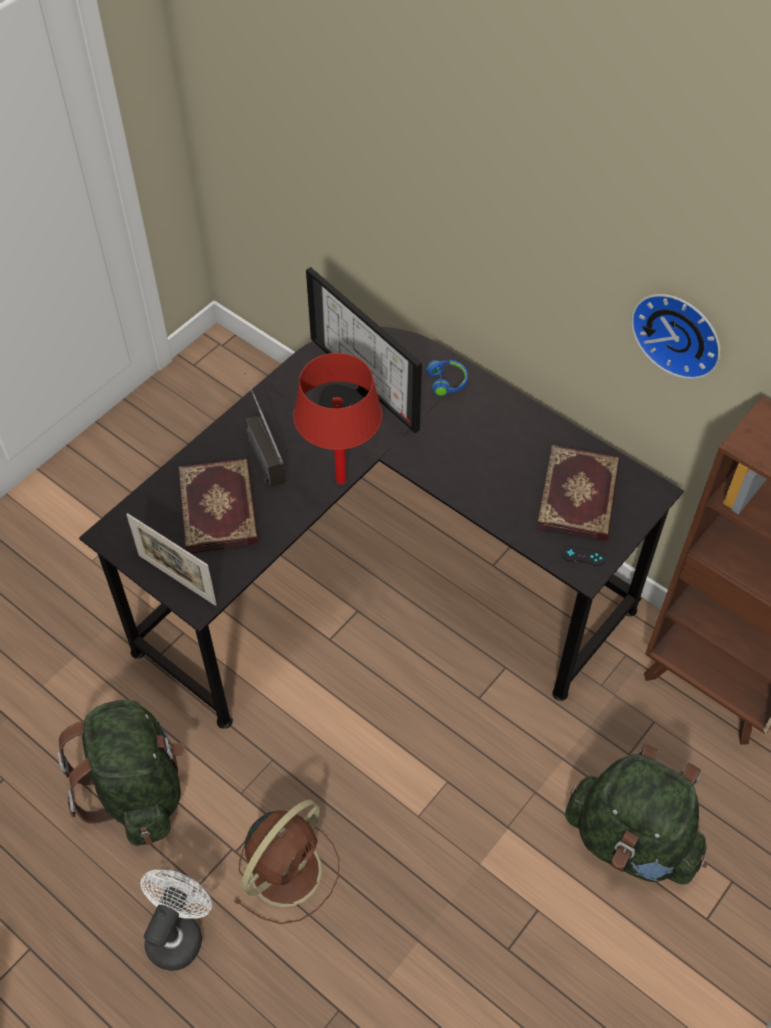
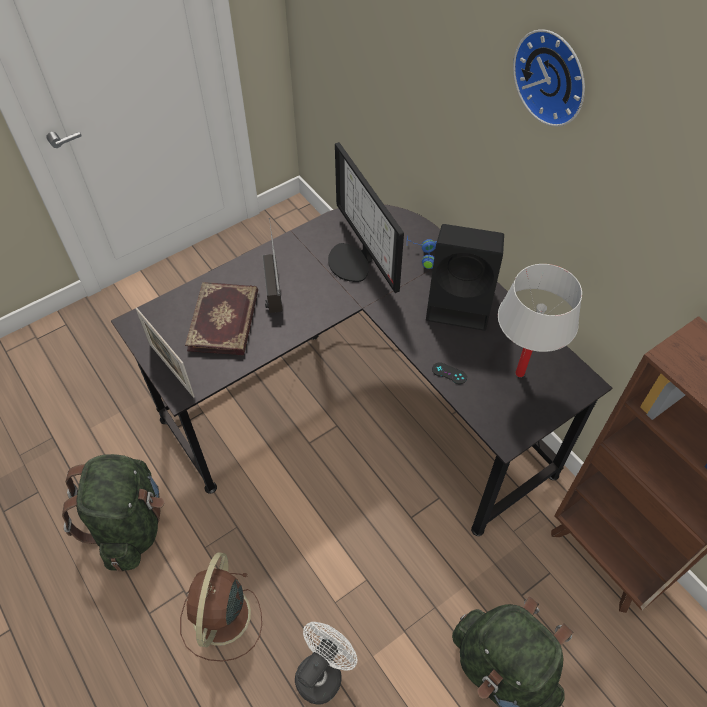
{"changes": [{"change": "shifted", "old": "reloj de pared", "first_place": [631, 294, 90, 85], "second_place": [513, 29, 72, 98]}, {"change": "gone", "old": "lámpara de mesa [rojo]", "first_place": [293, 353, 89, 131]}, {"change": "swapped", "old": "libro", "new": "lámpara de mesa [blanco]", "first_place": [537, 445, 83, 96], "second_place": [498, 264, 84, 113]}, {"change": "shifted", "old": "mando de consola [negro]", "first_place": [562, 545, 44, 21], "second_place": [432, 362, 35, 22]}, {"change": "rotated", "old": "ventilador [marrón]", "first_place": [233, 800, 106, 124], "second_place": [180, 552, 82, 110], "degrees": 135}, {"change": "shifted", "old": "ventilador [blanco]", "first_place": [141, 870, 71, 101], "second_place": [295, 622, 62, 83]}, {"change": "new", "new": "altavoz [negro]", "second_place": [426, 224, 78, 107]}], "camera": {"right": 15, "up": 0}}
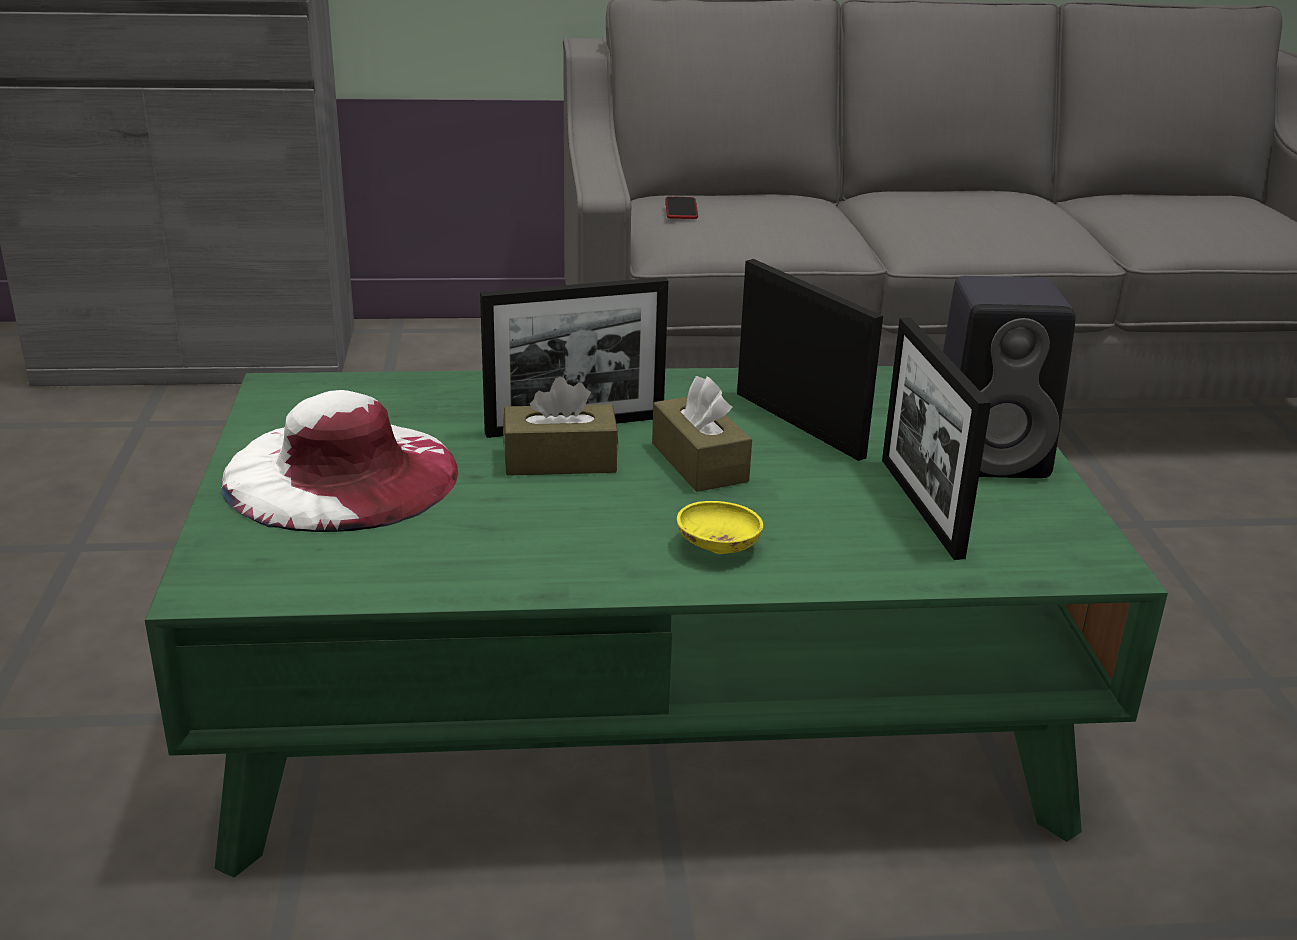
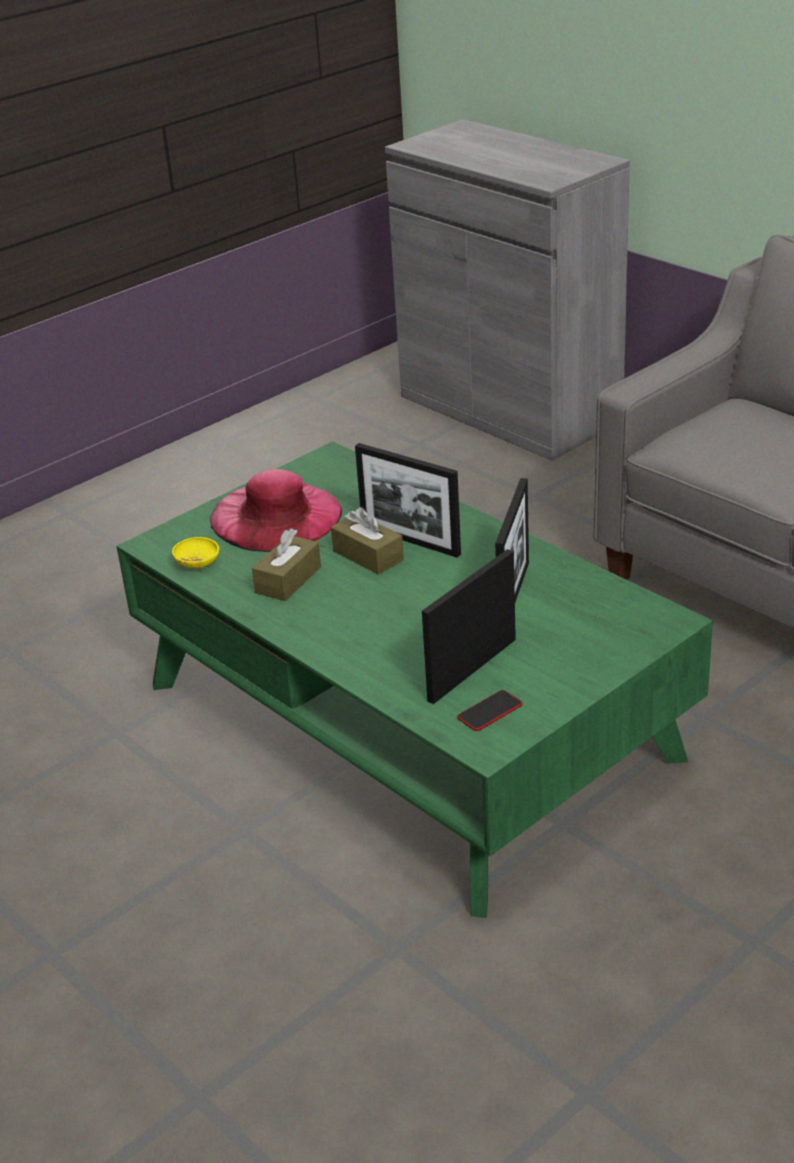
{"changes": [{"change": "shifted", "old": "móvil", "first_place": [665, 197, 33, 22], "second_place": [457, 690, 66, 41]}, {"change": "gone", "old": "altavoz [negro]", "first_place": [943, 276, 133, 202]}, {"change": "shifted", "old": "caja de pañuelos [marrón]", "first_place": [652, 376, 100, 116], "second_place": [252, 528, 69, 73]}, {"change": "repainted", "old": "sombrero [blanco]", "new": "sombrero [rosa]", "first_place": [221, 390, 237, 142], "second_place": [210, 469, 132, 83]}, {"change": "shifted", "old": "cuenco [amarillo]", "first_place": [677, 501, 86, 53], "second_place": [172, 537, 47, 31]}], "camera": {"right": 55, "up": 5}}
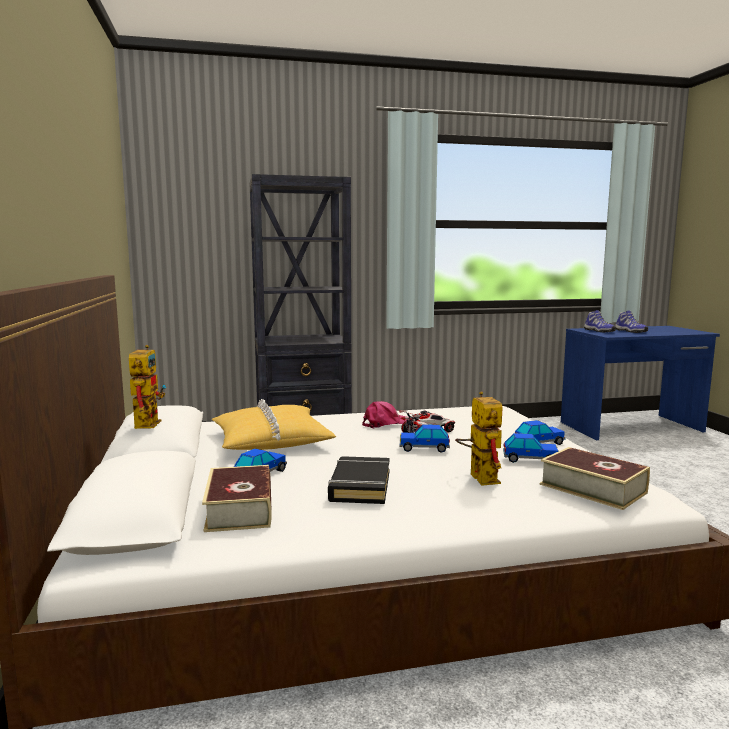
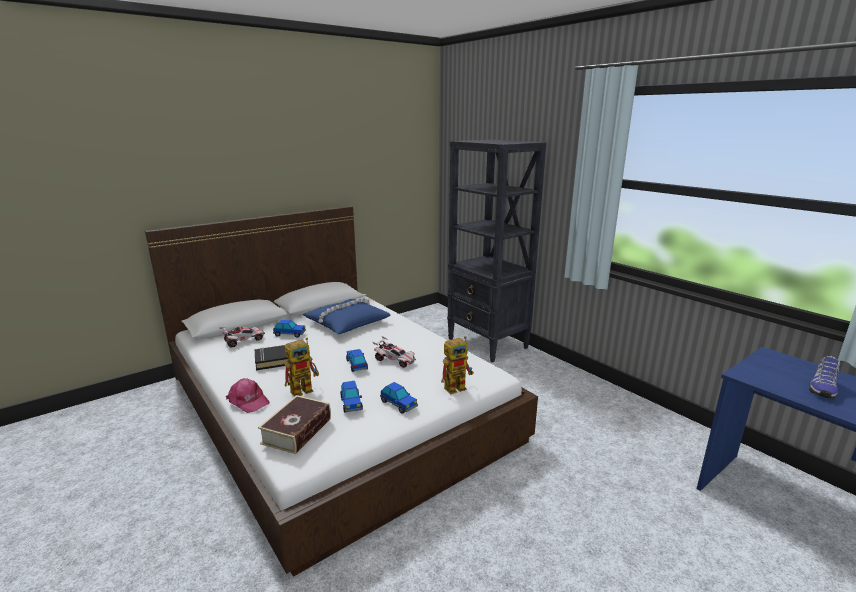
{"changes": [{"change": "gone", "old": "zapato", "first_place": [584, 310, 32, 23]}, {"change": "shifted", "old": "robot de juguete", "first_place": [129, 345, 37, 84], "second_place": [441, 336, 33, 58]}, {"change": "repainted", "old": "cojín [amarillo]", "new": "cojín [azul]", "first_place": [212, 399, 124, 51], "second_place": [303, 298, 88, 36]}, {"change": "shifted", "old": "gorra [rosa]", "first_place": [362, 401, 46, 27], "second_place": [226, 378, 44, 35]}, {"change": "swapped", "old": "libro", "new": "coche de juguete", "first_place": [202, 465, 70, 67], "second_place": [219, 327, 46, 21]}], "camera": {"right": 65, "up": 10}}
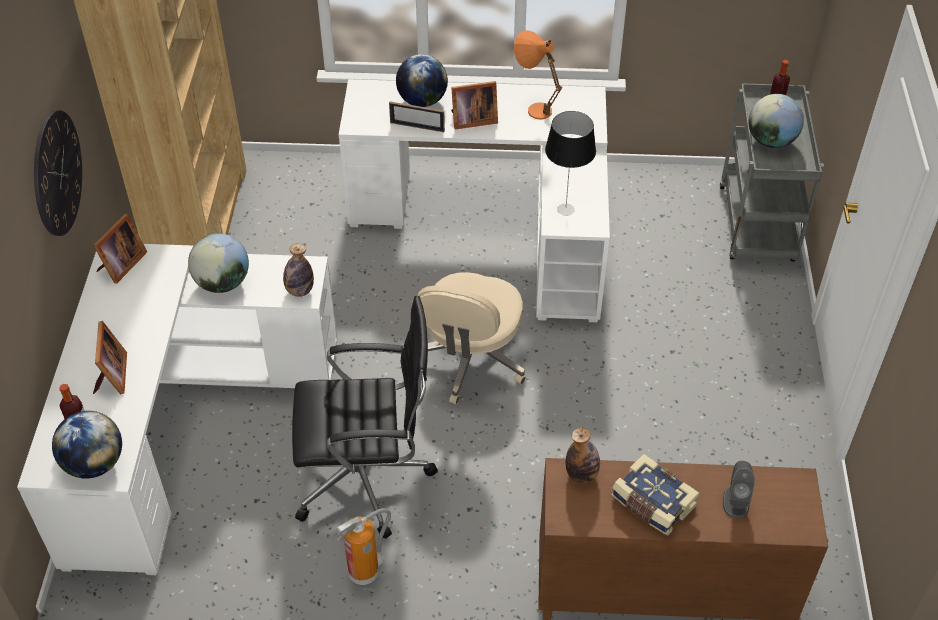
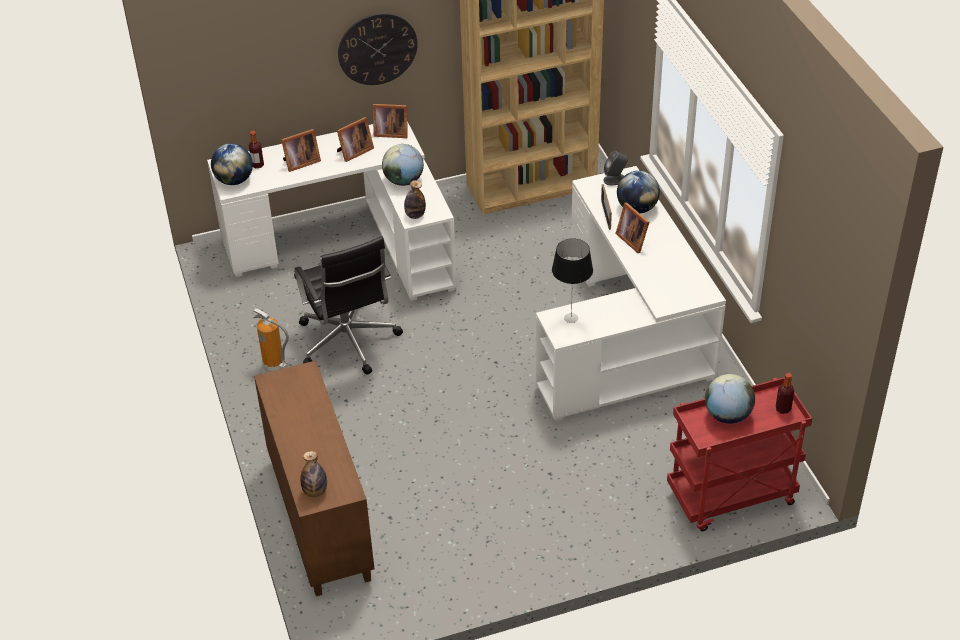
{"changes": [{"change": "gone", "old": "lámpara de mesa [naranja]", "first_place": [514, 30, 48, 90]}, {"change": "repainted", "old": "carrito [gris]", "new": "carrito [rojo]", "first_place": [720, 83, 104, 178], "second_place": [667, 377, 145, 154]}, {"change": "gone", "old": "silla de oficina [beis]", "first_place": [417, 272, 109, 132]}, {"change": "shifted", "old": "botella", "first_place": [566, 427, 34, 57], "second_place": [300, 451, 27, 46]}, {"change": "gone", "old": "libro", "first_place": [611, 454, 88, 82]}, {"change": "shifted", "old": "altavoz [gris]", "first_place": [723, 461, 32, 58], "second_place": [603, 151, 25, 34]}, {"change": "new", "new": "portarretratos", "second_place": [337, 117, 37, 45]}], "camera": {"right": 70, "up": -5}}
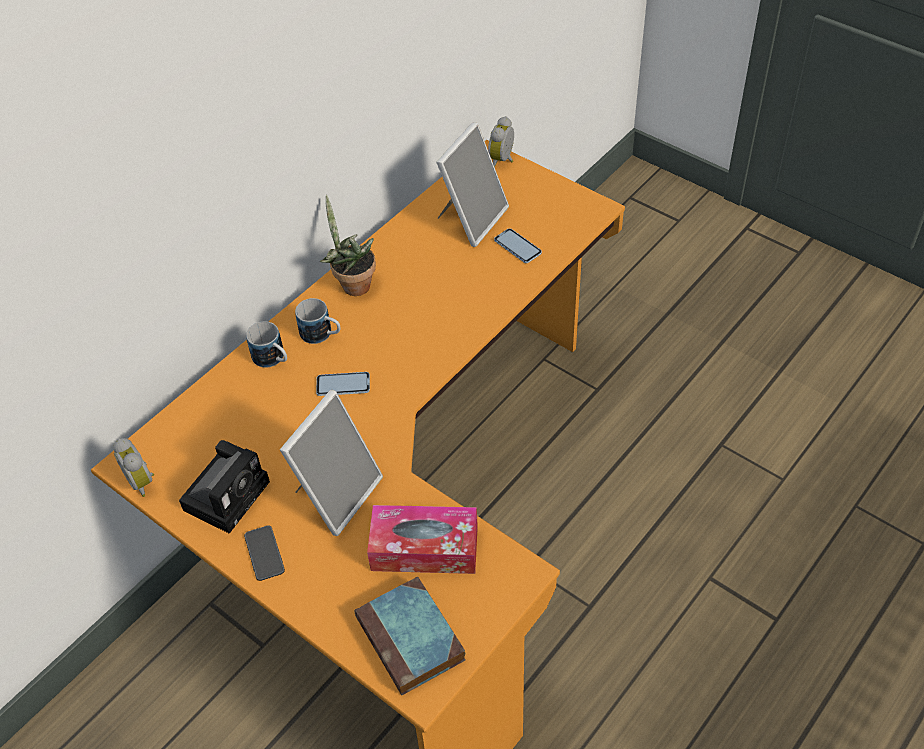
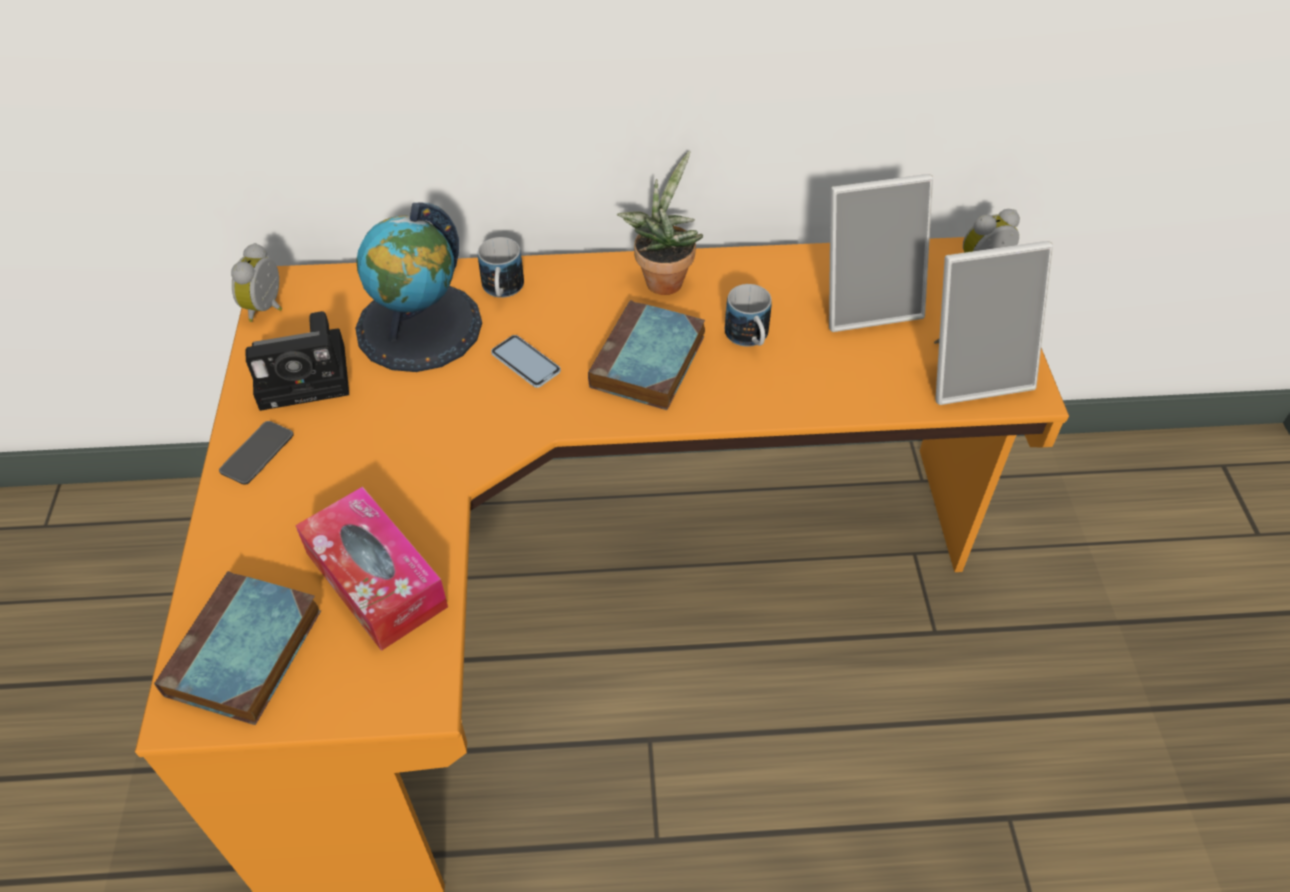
{"changes": [{"change": "gone", "old": "móvil", "first_place": [494, 228, 48, 35]}, {"change": "shifted", "old": "taza grande", "first_place": [295, 298, 45, 46], "second_place": [725, 284, 47, 63]}, {"change": "shifted", "old": "portarretratos", "first_place": [280, 390, 103, 146], "second_place": [934, 241, 119, 164]}, {"change": "new", "new": "globo terráqueo", "second_place": [355, 203, 127, 169]}, {"change": "new", "new": "libro", "second_place": [588, 300, 117, 110]}], "camera": {"right": 45, "up": 0}}
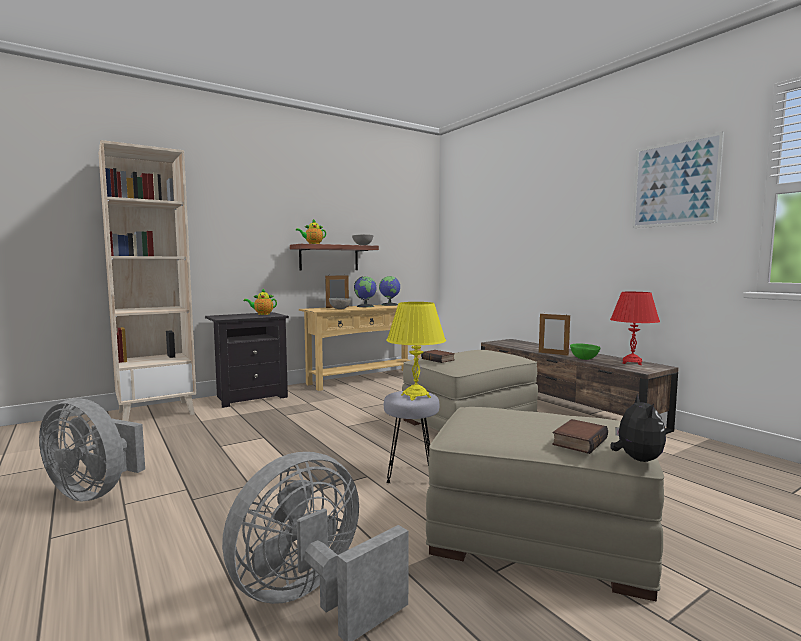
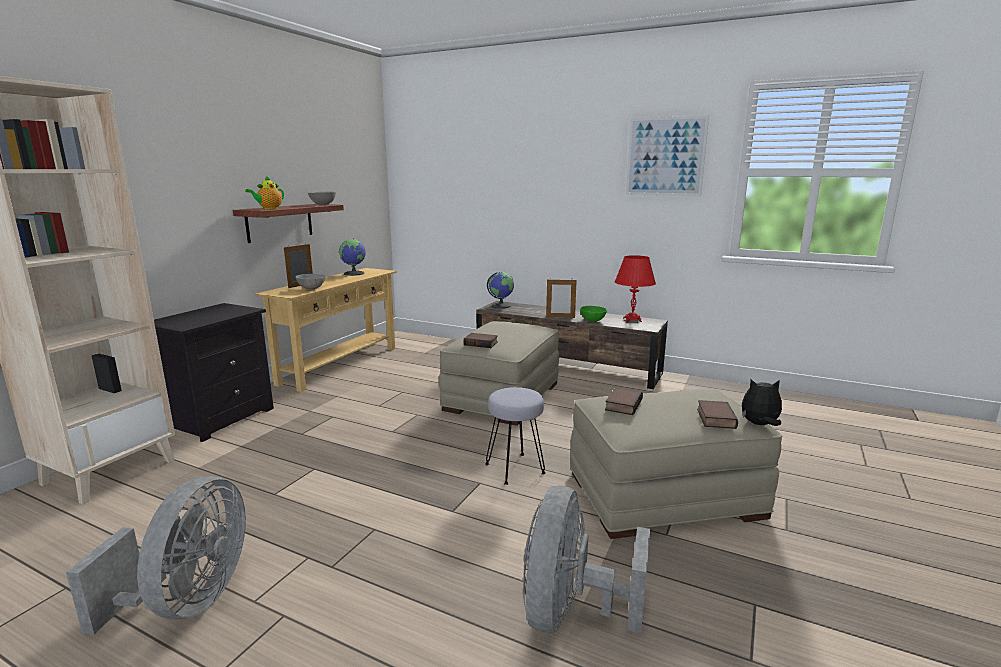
{"changes": [{"change": "shifted", "old": "globo terráqueo", "first_place": [354, 276, 23, 31], "second_place": [487, 272, 27, 36]}, {"change": "gone", "old": "tetera", "first_place": [244, 289, 33, 26]}, {"change": "gone", "old": "lámpara de mesa [amarillo]", "first_place": [387, 302, 59, 98]}, {"change": "rotated", "old": "peluche", "first_place": [611, 394, 55, 68], "second_place": [742, 380, 40, 46], "degrees": -60}, {"change": "rotated", "old": "ventilador [gris]", "first_place": [39, 398, 106, 104], "second_place": [66, 476, 180, 159], "degrees": -75}, {"change": "new", "new": "libro", "second_place": [605, 387, 38, 28]}], "camera": {"right": -30, "up": 10}}
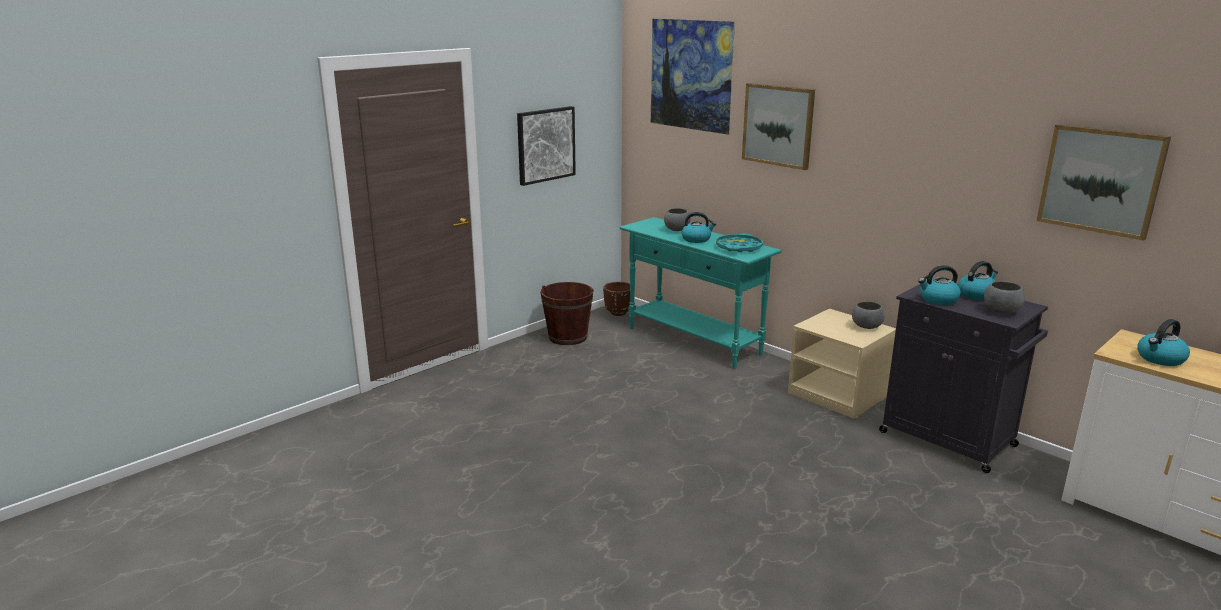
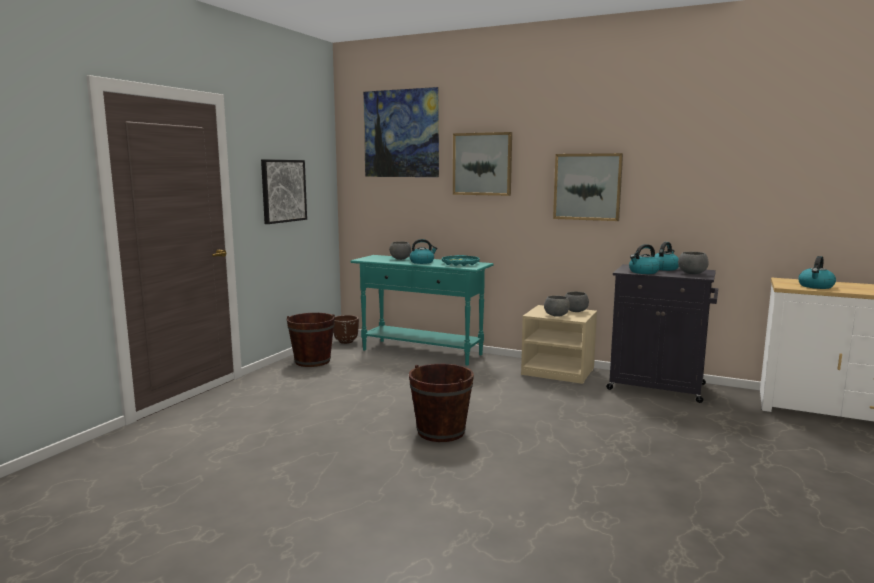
{"changes": [{"change": "shifted", "old": "cuadro", "first_place": [1036, 124, 135, 117], "second_place": [553, 153, 70, 68]}, {"change": "new", "new": "cuenco [gris]", "second_place": [544, 296, 26, 21]}, {"change": "new", "new": "cubo [marrón]", "second_place": [409, 364, 65, 78]}], "camera": {"right": -20, "up": -10}}
